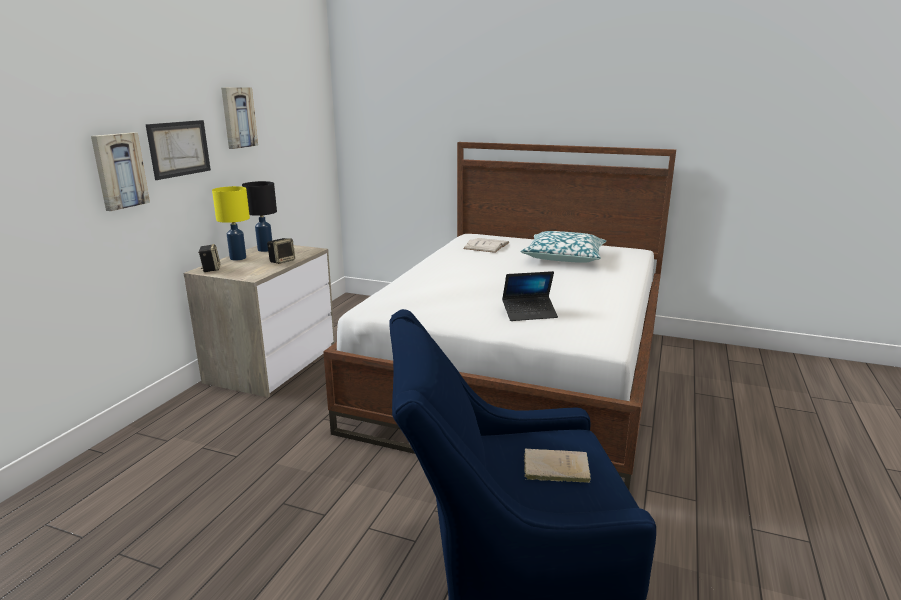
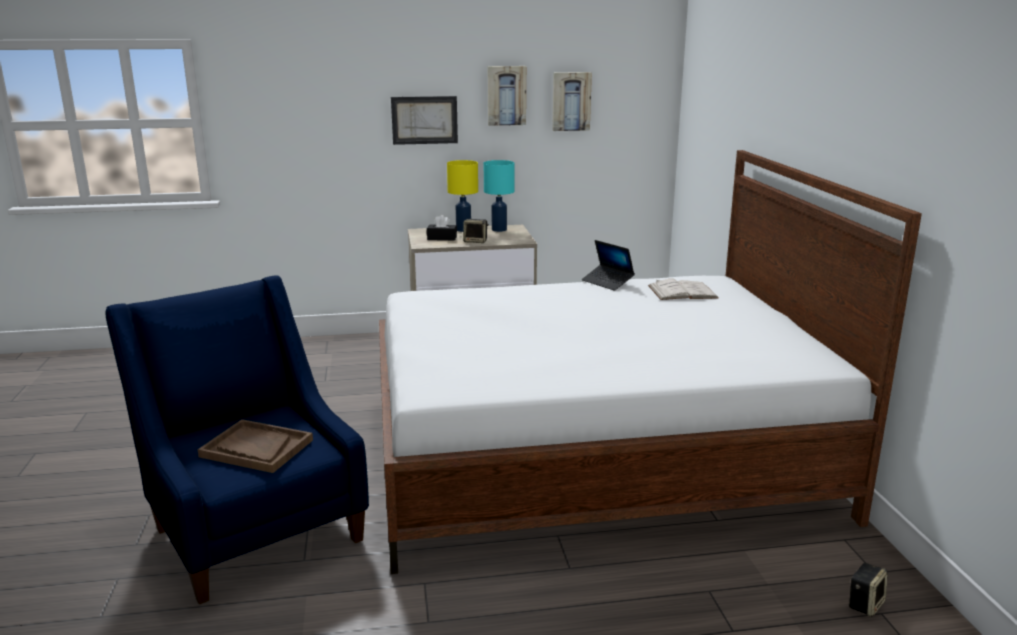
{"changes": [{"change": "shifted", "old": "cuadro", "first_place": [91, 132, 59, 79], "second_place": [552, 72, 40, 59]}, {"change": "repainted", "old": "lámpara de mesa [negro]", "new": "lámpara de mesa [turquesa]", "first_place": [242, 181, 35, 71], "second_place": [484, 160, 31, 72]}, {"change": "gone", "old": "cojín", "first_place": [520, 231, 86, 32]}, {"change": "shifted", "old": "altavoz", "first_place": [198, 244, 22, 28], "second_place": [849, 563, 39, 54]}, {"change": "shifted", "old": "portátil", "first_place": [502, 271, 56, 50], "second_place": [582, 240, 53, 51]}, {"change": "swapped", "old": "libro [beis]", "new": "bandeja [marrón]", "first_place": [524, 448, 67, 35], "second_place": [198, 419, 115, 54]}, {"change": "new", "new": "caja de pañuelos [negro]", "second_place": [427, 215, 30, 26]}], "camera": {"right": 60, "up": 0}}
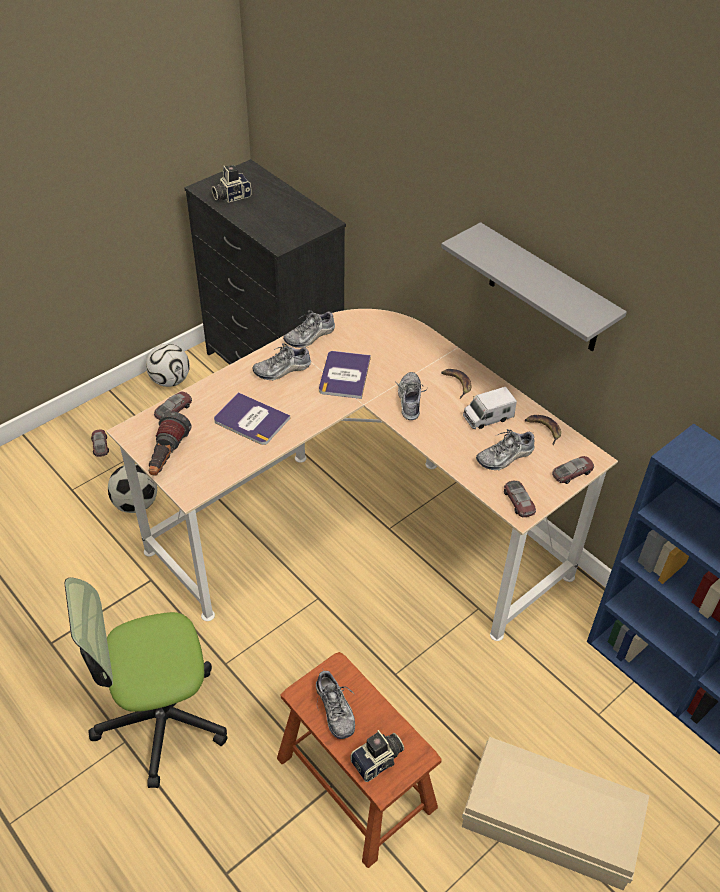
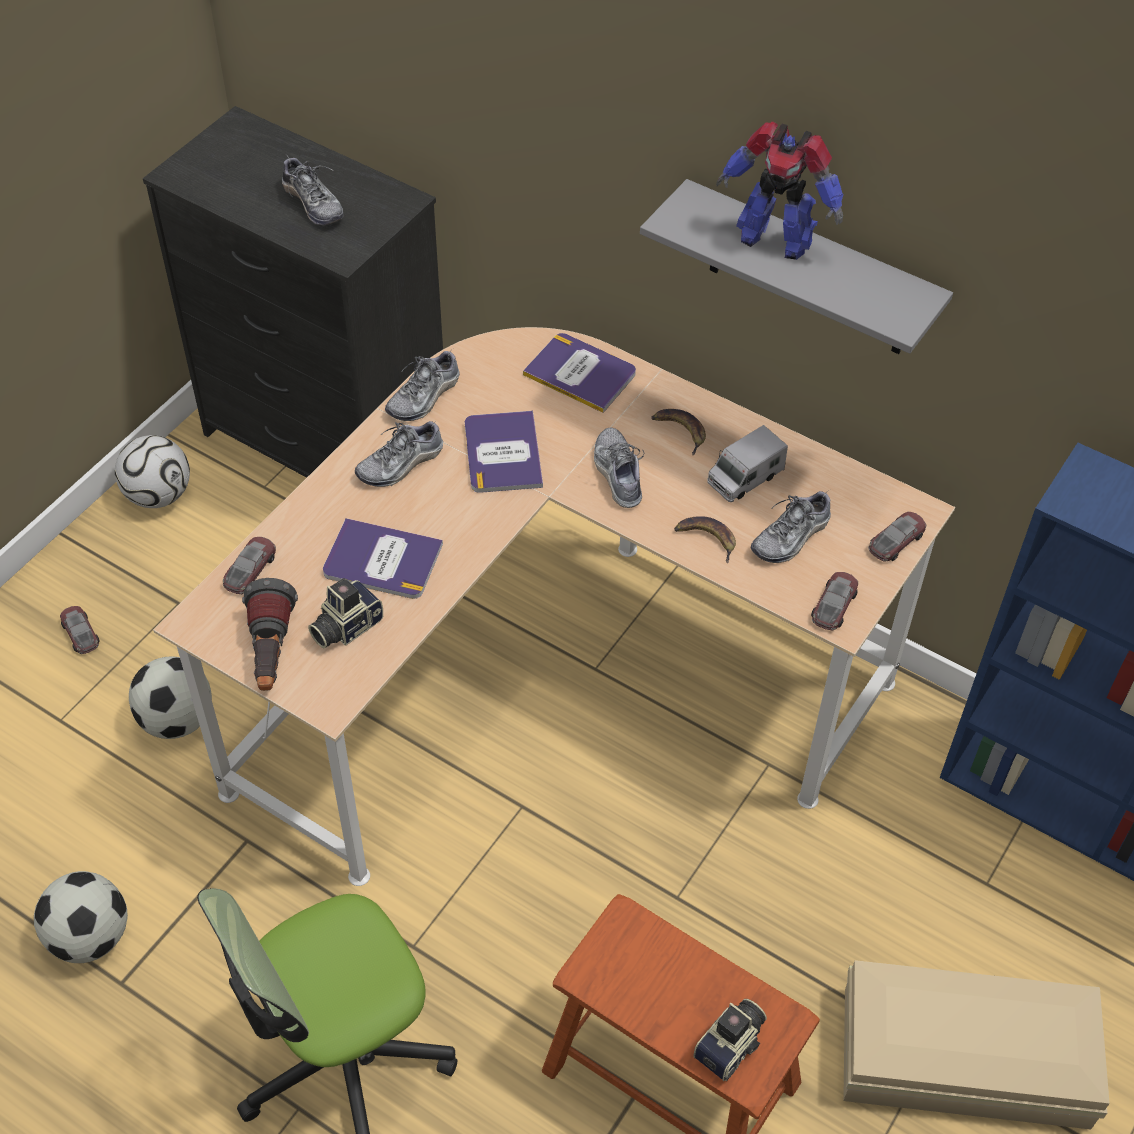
{"changes": [{"change": "shifted", "old": "cámara", "first_place": [212, 165, 39, 38], "second_place": [308, 578, 75, 70]}, {"change": "shifted", "old": "plátano", "first_place": [525, 415, 36, 30], "second_place": [674, 516, 62, 47]}, {"change": "rotated", "old": "coche de juguete", "first_place": [504, 480, 32, 38], "second_place": [811, 572, 47, 59], "degrees": -120}, {"change": "shifted", "old": "zapato", "first_place": [316, 670, 39, 69], "second_place": [282, 157, 62, 68]}, {"change": "new", "new": "robot de juguete", "second_place": [716, 122, 127, 138]}, {"change": "new", "new": "libro", "second_place": [523, 333, 113, 80]}, {"change": "new", "new": "balón de fútbol", "second_place": [34, 871, 94, 92]}], "camera": {"right": -15, "up": 5}}
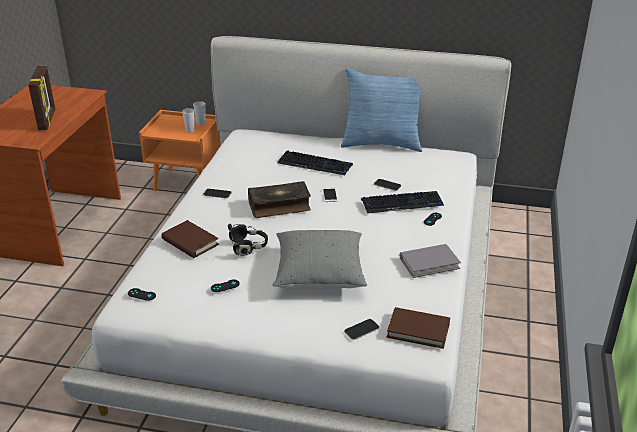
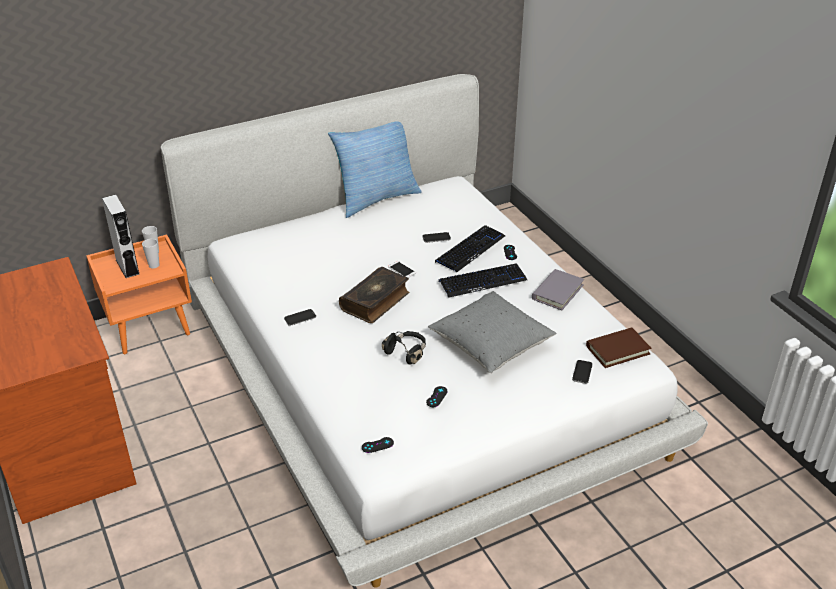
{"changes": [{"change": "gone", "old": "portarretratos", "first_place": [28, 66, 27, 64]}, {"change": "shifted", "old": "teclado", "first_place": [277, 150, 76, 25], "second_place": [438, 263, 89, 35]}, {"change": "gone", "old": "libro [marrón]", "first_place": [161, 220, 58, 38]}, {"change": "new", "new": "altavoz [gris]", "second_place": [102, 194, 38, 84]}], "camera": {"right": -40, "up": 5}}
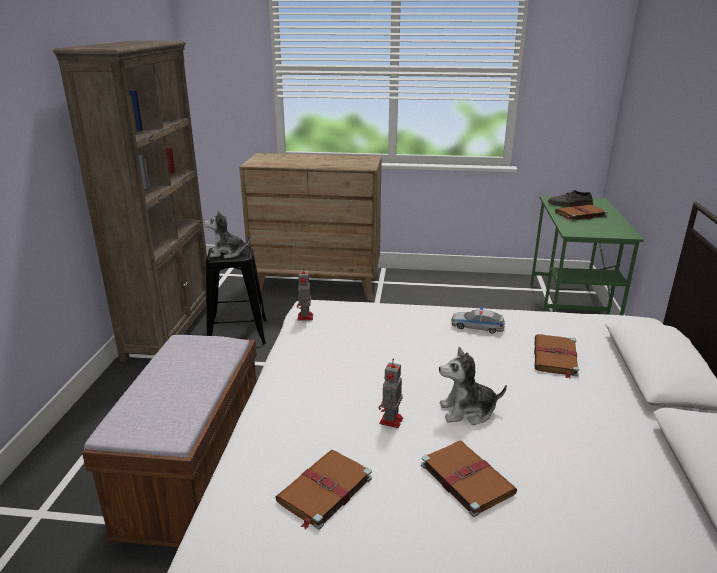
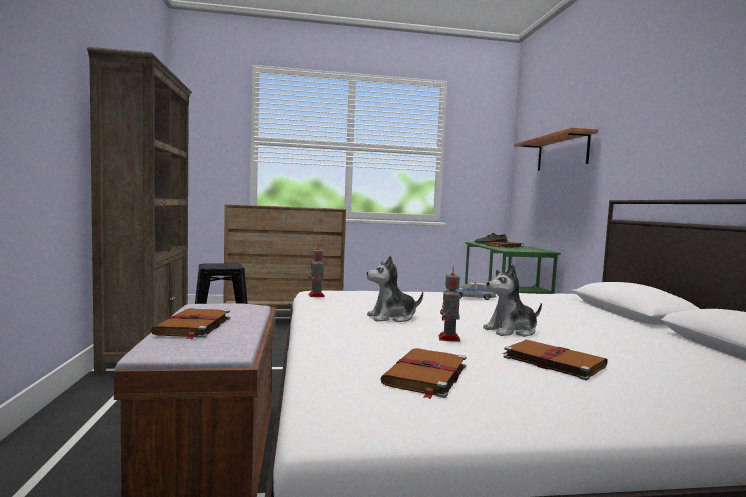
{"changes": [{"change": "shifted", "old": "peluche", "first_place": [204, 211, 46, 48], "second_place": [367, 255, 56, 67]}, {"change": "shifted", "old": "libro [marrón]", "first_place": [534, 334, 45, 44], "second_place": [151, 308, 79, 31]}, {"change": "new", "new": "estante", "second_place": [514, 127, 84, 44]}], "camera": {"right": -15, "up": -20}}
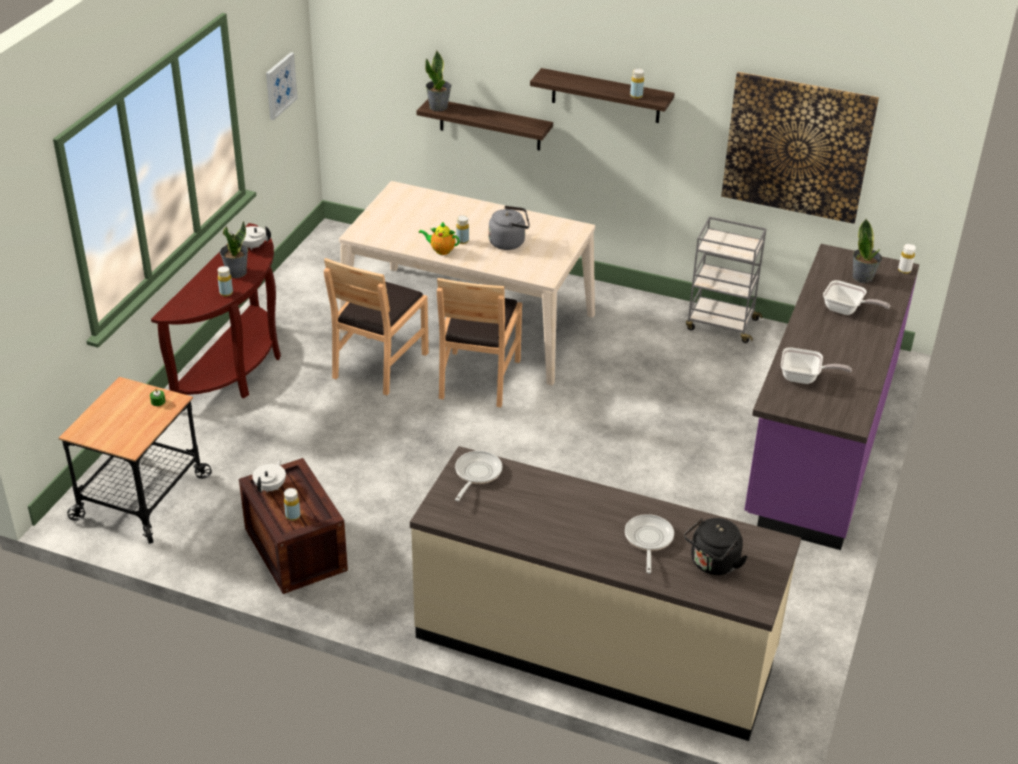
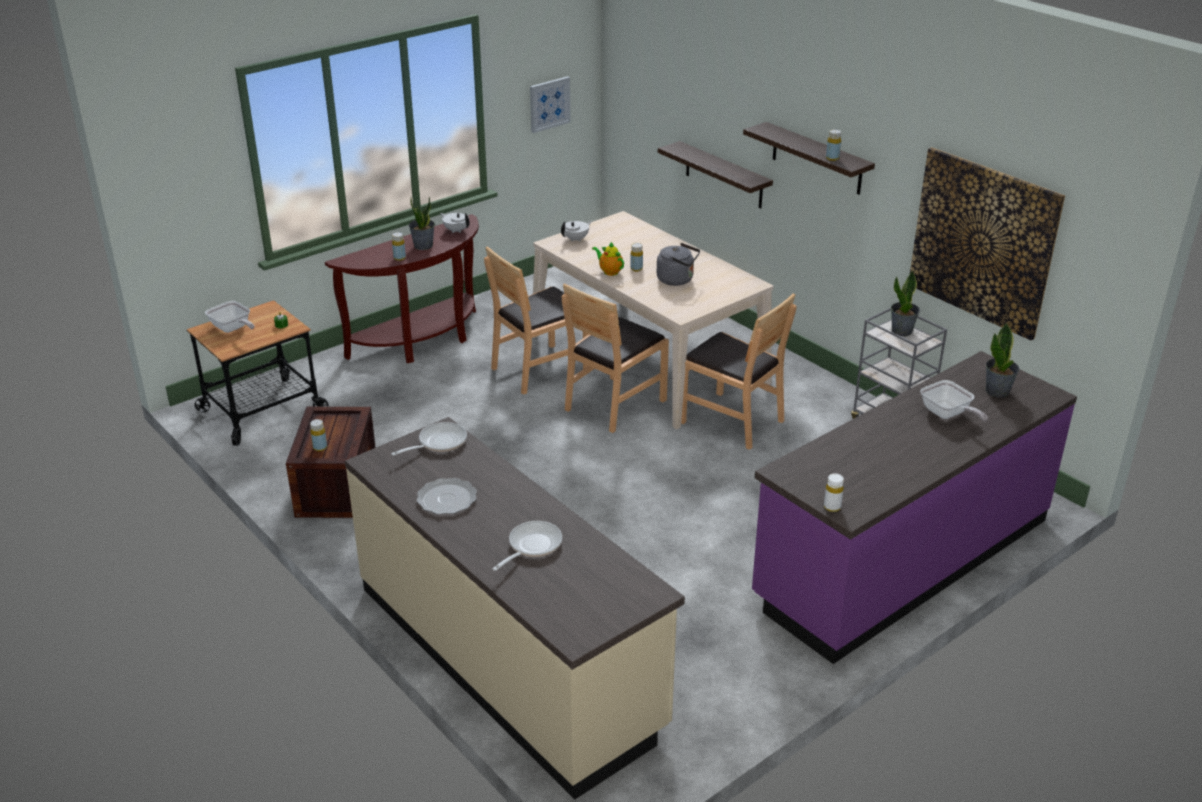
{"changes": [{"change": "shifted", "old": "planta en maceta", "first_place": [425, 51, 26, 60], "second_place": [891, 270, 29, 66]}, {"change": "shifted", "old": "botella [blanco]", "first_place": [898, 244, 18, 30], "second_place": [824, 473, 20, 39]}, {"change": "shifted", "old": "sartén", "first_place": [781, 347, 71, 37], "second_place": [205, 301, 49, 32]}, {"change": "shifted", "old": "tetera [blanco]", "first_place": [252, 459, 34, 34], "second_place": [561, 221, 31, 21]}, {"change": "gone", "old": "hervidor [negro]", "first_place": [684, 518, 64, 57]}, {"change": "new", "new": "silla [marrón]", "second_place": [681, 293, 115, 157]}, {"change": "new", "new": "plato", "second_place": [417, 478, 60, 36]}], "camera": {"right": 30, "up": -5}}
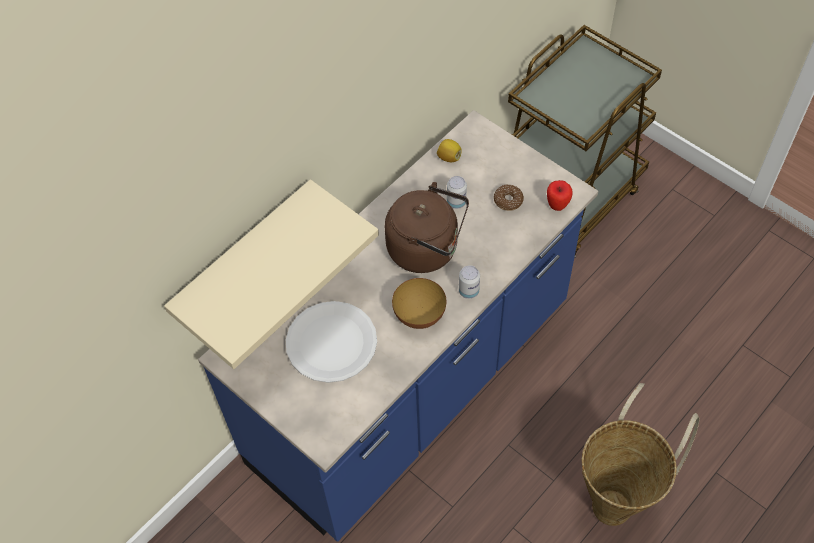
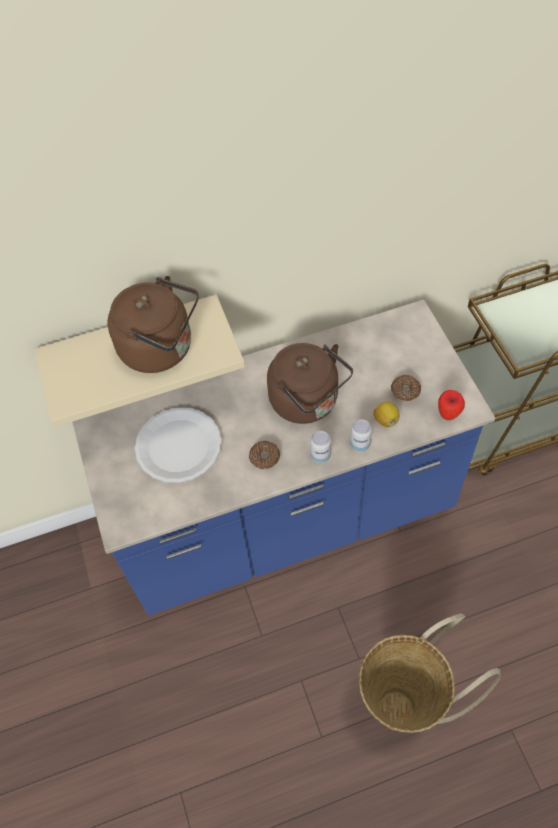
{"changes": [{"change": "shifted", "old": "limón", "first_place": [437, 139, 25, 23], "second_place": [374, 402, 26, 25]}, {"change": "shifted", "old": "lata", "first_place": [447, 176, 20, 33], "second_place": [350, 419, 22, 33]}, {"change": "swapped", "old": "cuenco", "new": "rosquilla", "first_place": [392, 278, 54, 51], "second_place": [249, 441, 31, 28]}, {"change": "new", "new": "hervidor [marrón]", "second_place": [108, 276, 91, 97]}], "camera": {"right": 30, "up": 0}}
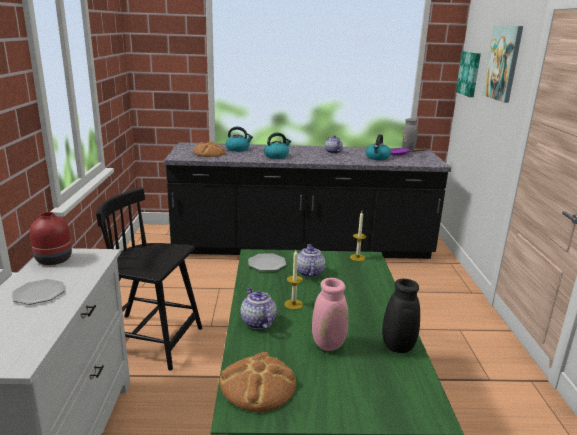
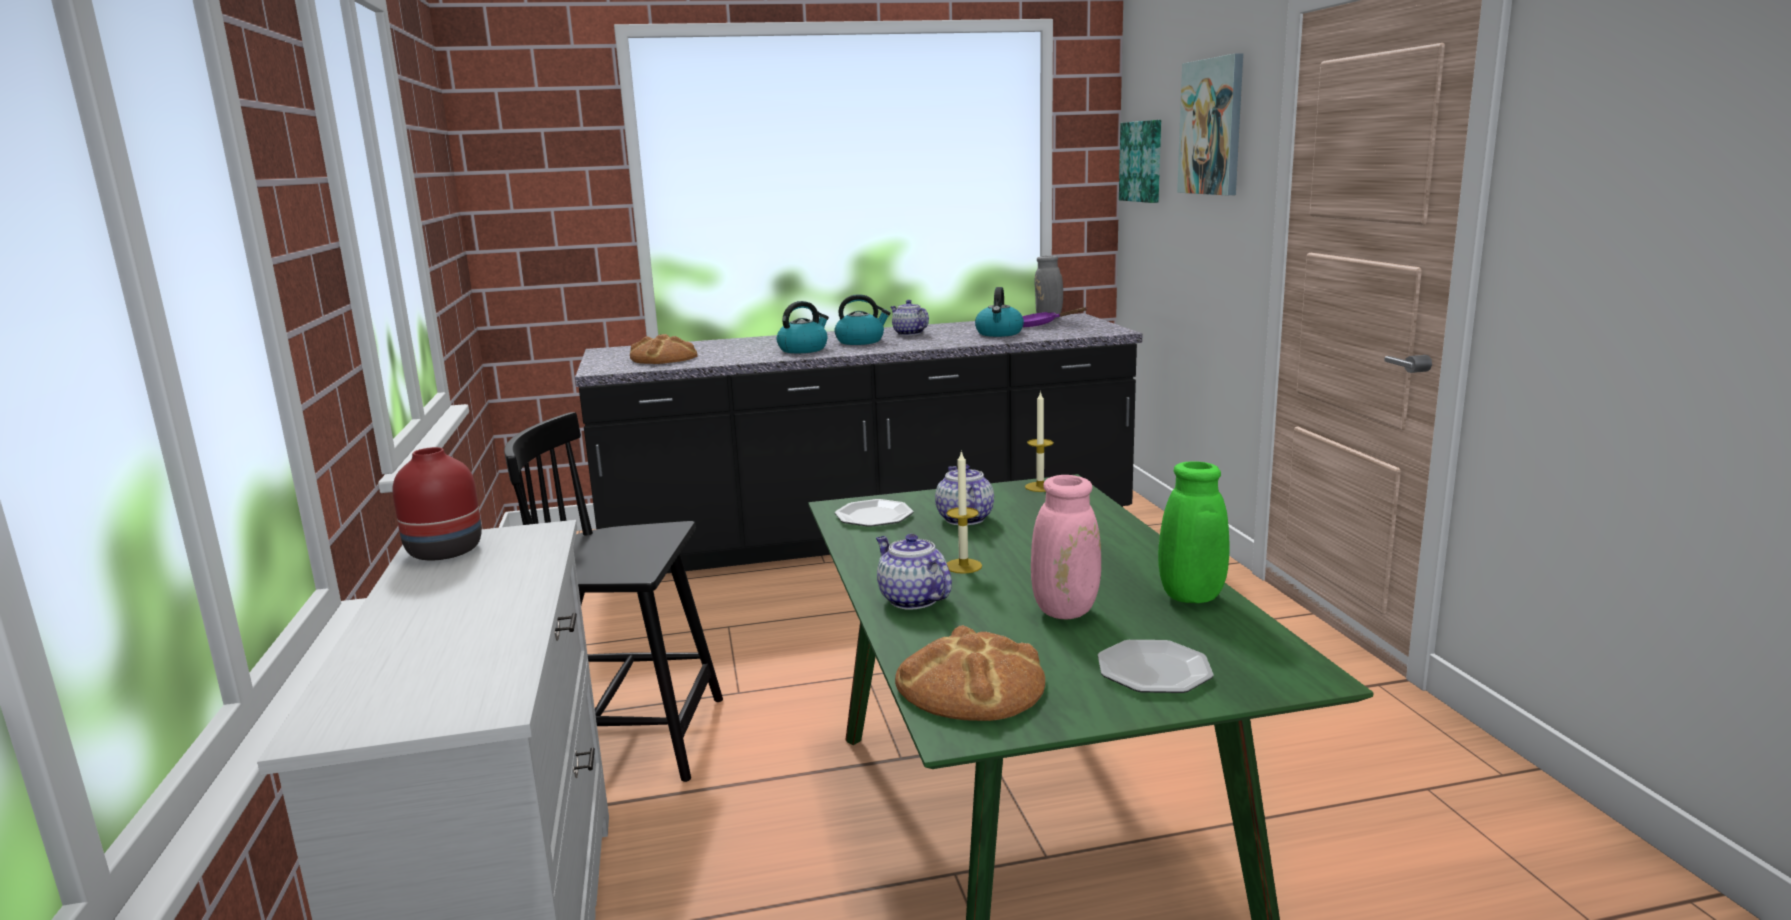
{"changes": [{"change": "shifted", "old": "hervidor", "first_place": [226, 127, 27, 25], "second_place": [834, 294, 57, 51]}, {"change": "shifted", "old": "plato", "first_place": [12, 279, 53, 26], "second_place": [1098, 640, 116, 53]}, {"change": "repainted", "old": "florero [negro]", "new": "florero [verde]", "first_place": [382, 279, 38, 74], "second_place": [1158, 461, 72, 142]}], "camera": {"right": -10, "up": -5}}
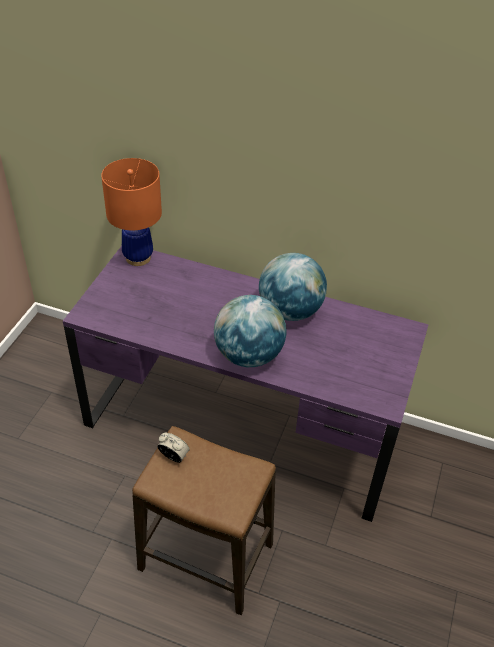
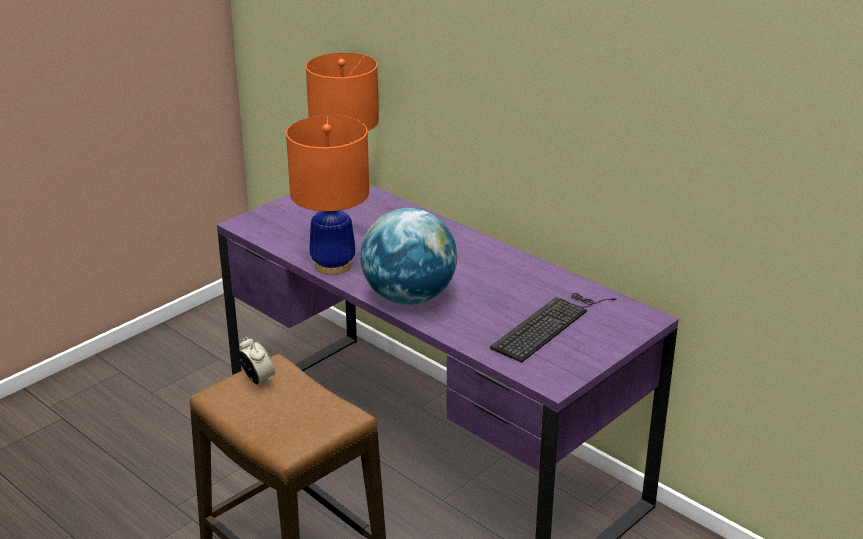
{"changes": [{"change": "gone", "old": "globo terráqueo", "first_place": [259, 253, 68, 68]}, {"change": "new", "new": "lámpara de mesa [naranja]", "second_place": [286, 115, 83, 160]}, {"change": "new", "new": "teclado", "second_place": [490, 293, 126, 70]}], "camera": {"right": 25, "up": -15}}
